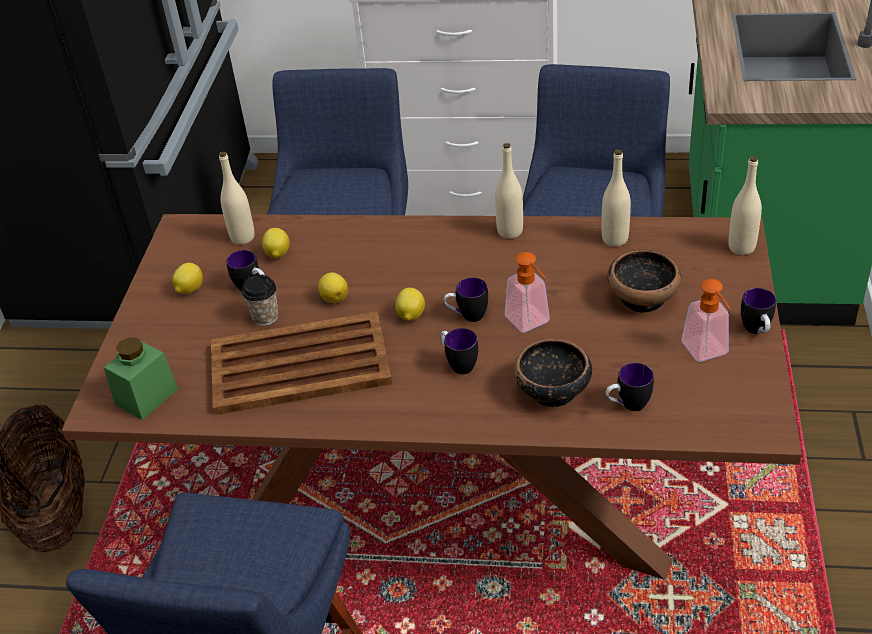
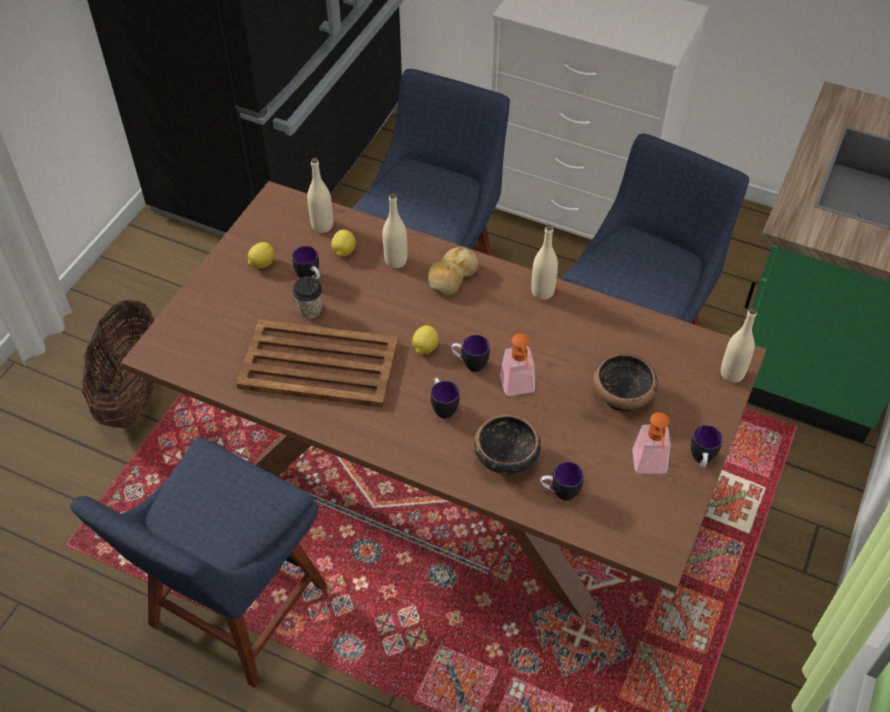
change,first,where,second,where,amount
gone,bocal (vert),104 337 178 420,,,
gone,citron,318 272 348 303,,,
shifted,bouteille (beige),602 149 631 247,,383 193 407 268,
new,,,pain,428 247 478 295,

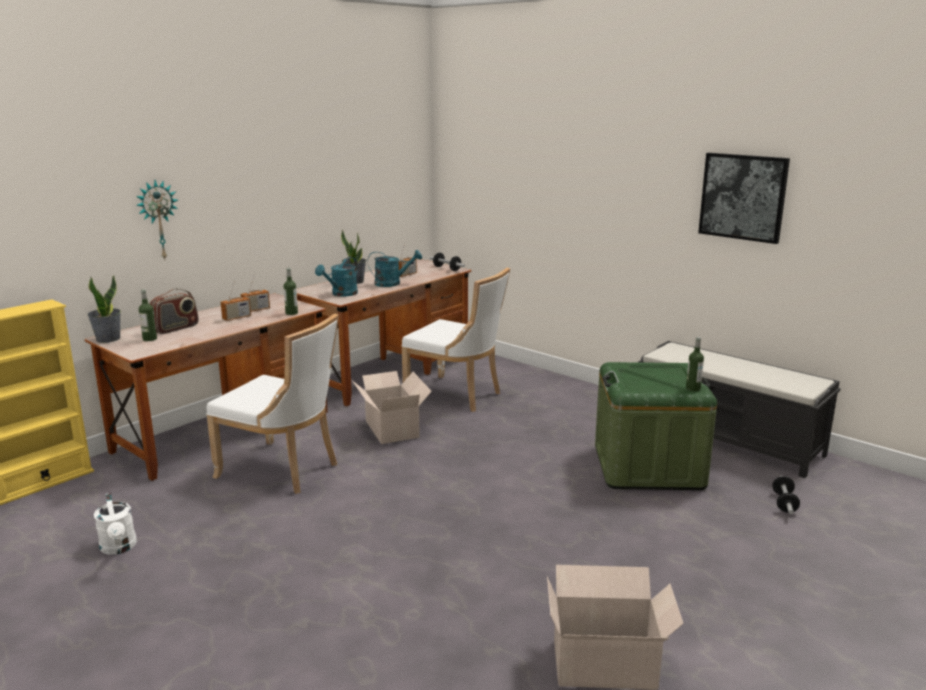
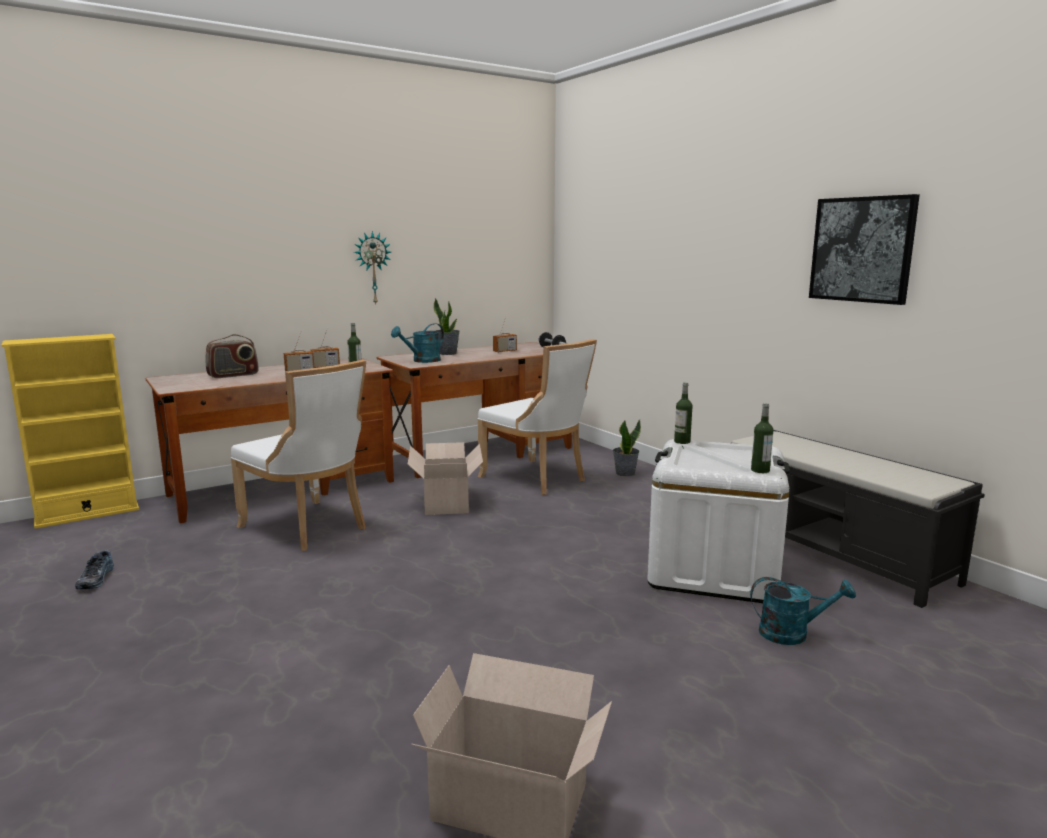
change,first,where,second,where,amount
shifted,plante en pot,87 275 121 343,,613 420 641 477,
swapped,arrosoir (blanc),94 493 137 555,chaussure,75 550 114 589,
shifted,horloge murale,136 180 178 259,,354 231 391 304,
shifted,bouteille,139 289 157 341,,674 382 692 444,
shifted,arrosoir (turquoise),367 250 422 287,,750 577 856 645,
repainted,boîte de rangement (vert),595 362 717 490,boîte de rangement (blanc),647 439 790 603,
gone,haltère,772 476 800 514,,,

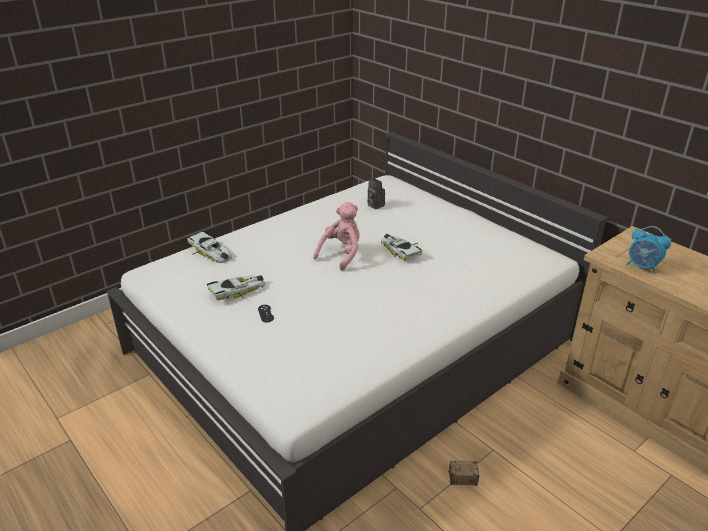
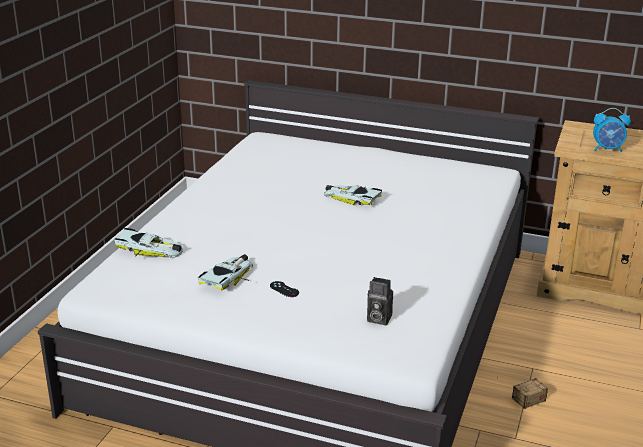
change,first,where,second,where,amount
gone,peluche (rose),313 202 360 271,,,
shifted,appareil photo,367 179 385 209,,367 277 393 325,

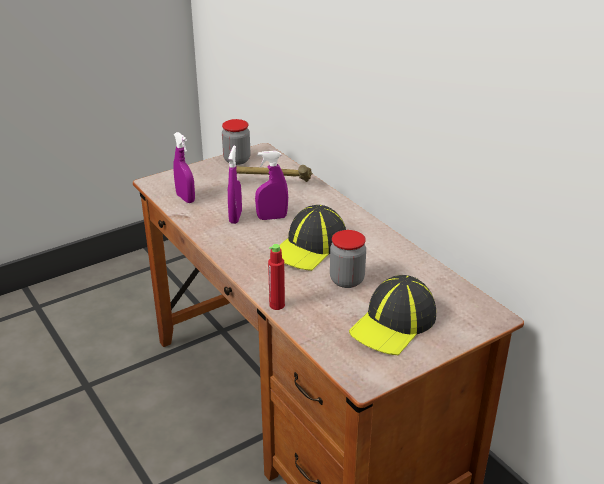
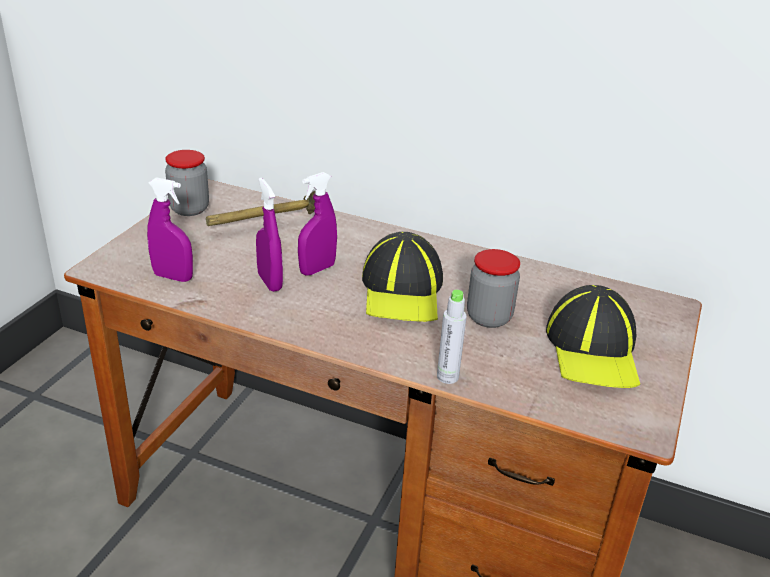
change,first,where,second,where,amount
repainted,bouteille (rouge),268 244 285 310,bouteille (gris),437 290 467 384,

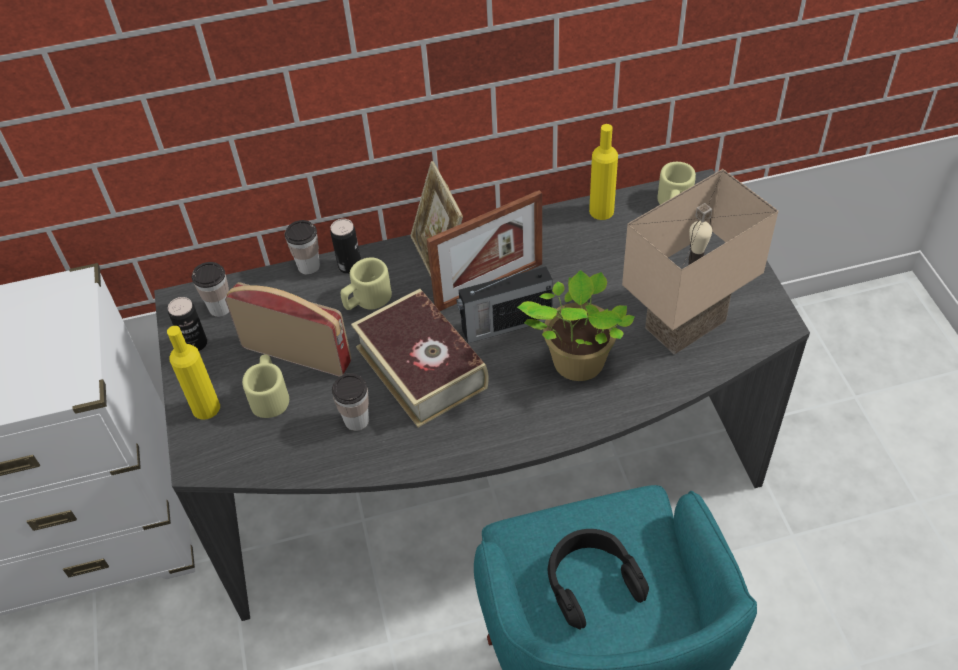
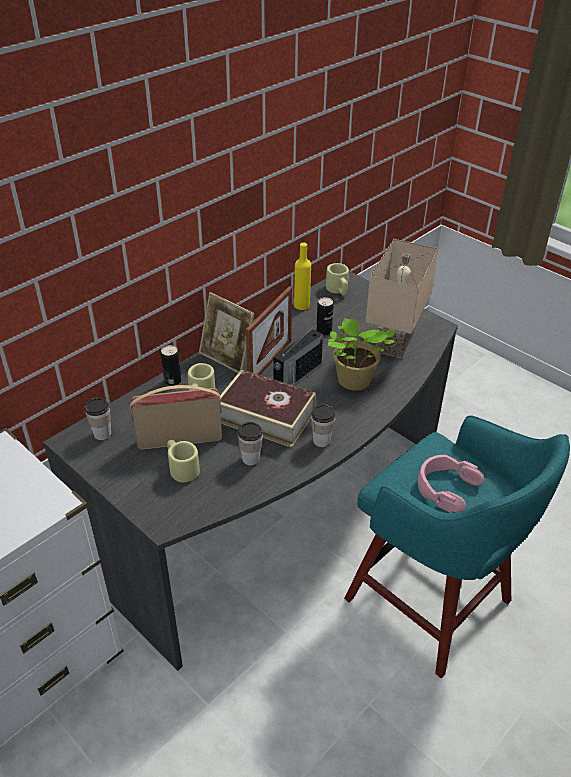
change,first,where,second,where,amount
gone,bouteille (jaune),167 326 220 420,,,
shifted,boîte métallique,168 297 207 351,,316 297 334 336,
shifted,tasse,284 220 320 275,,311 404 336 447,
repainted,casque audio (noir),548 529 649 630,casque audio (rose),418 455 485 513,

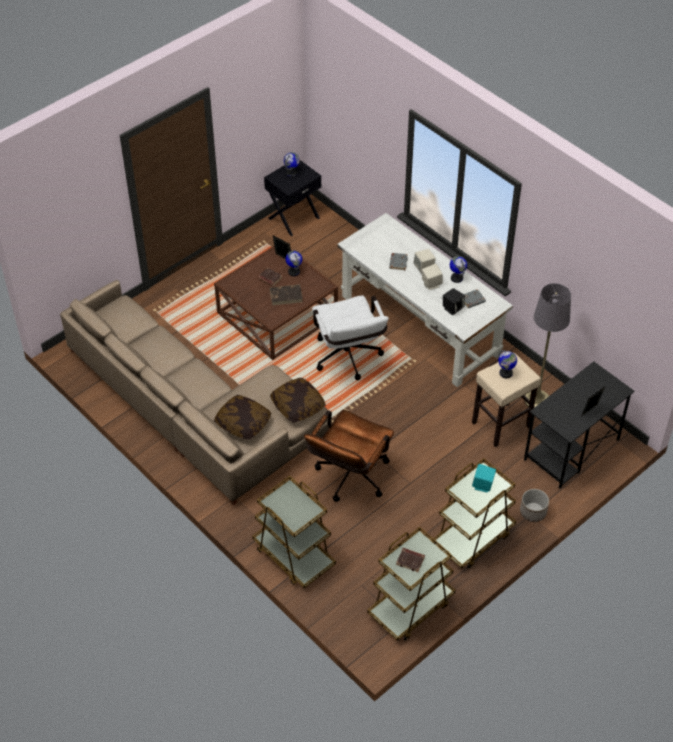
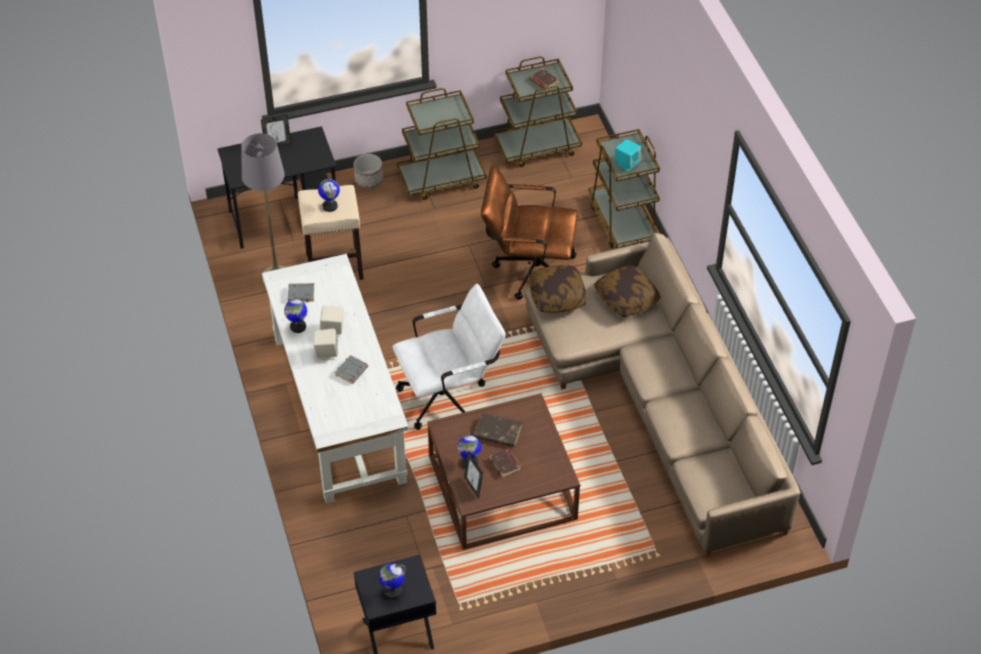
change,first,where,second,where,amount
rotated,chaise de bureau (marron),304 410 394 502,,481 166 578 300,135 degrees counterclockwise
rotated,chaise de bureau (blanc),312 296 389 380,,392 284 506 430,60 degrees clockwise
gone,enceinte (noir),443 288 465 315,,,
shifted,enceinte (turquoise),472 464 496 492,,615 139 641 171,

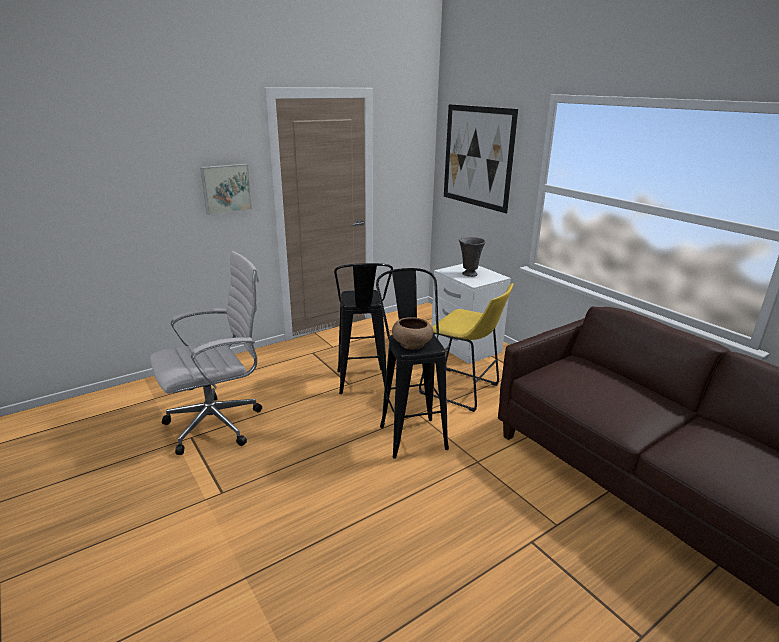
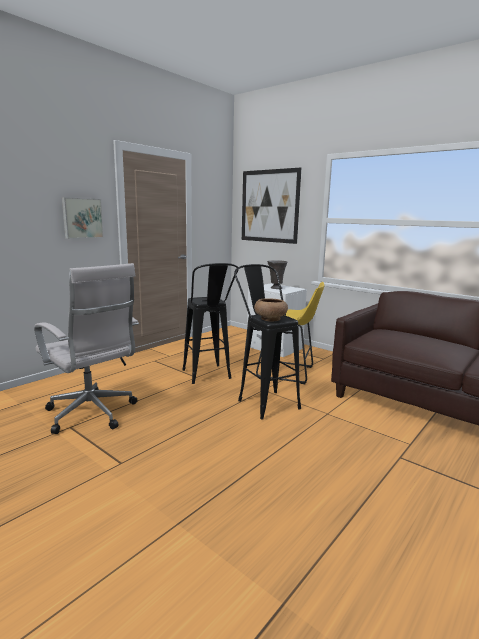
change,first,where,second,where,amount
rotated,chaise de bureau (blanc),150 251 262 455,,34 263 139 434,90 degrees clockwise

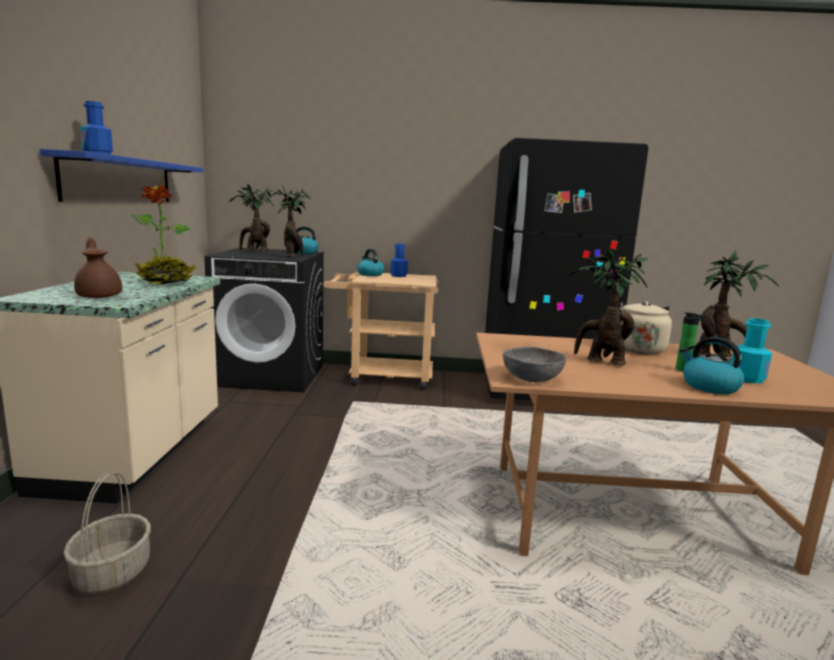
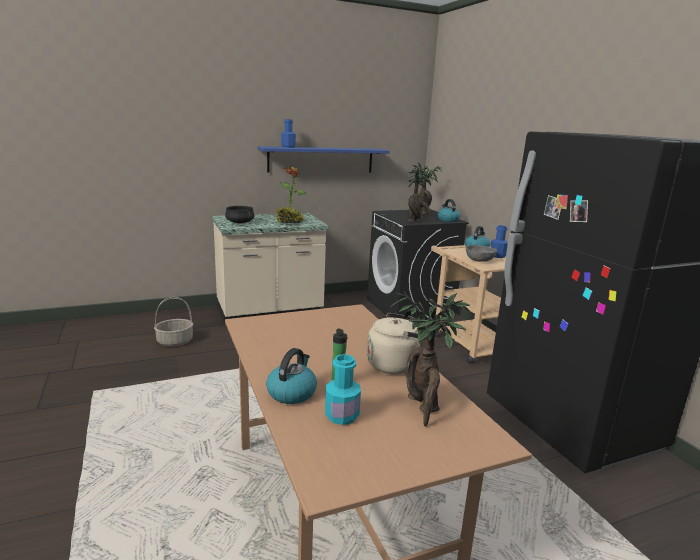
change,first,where,second,where,amount
swapped,théière (marron),74 238 122 298,marmite (noir),225 206 254 223,
shifted,bol (gris),503 347 566 382,,466 245 497 262,
gone,plante en pot,568 248 648 366,,,

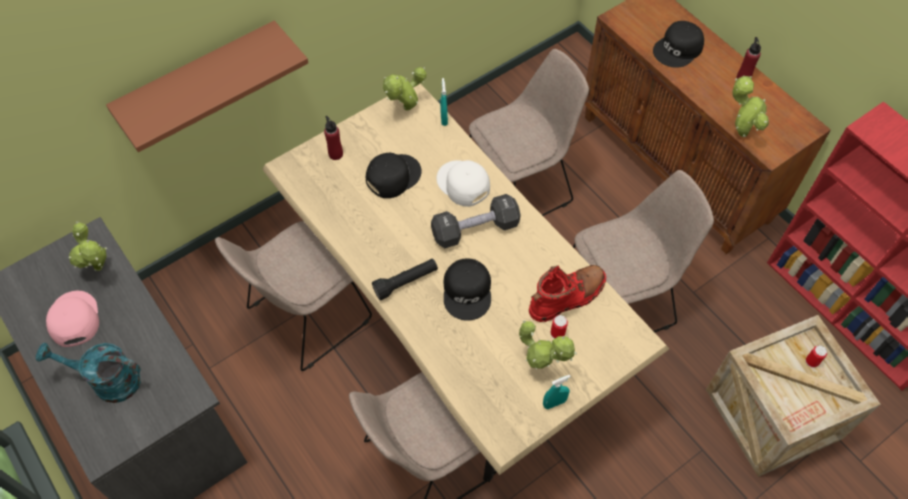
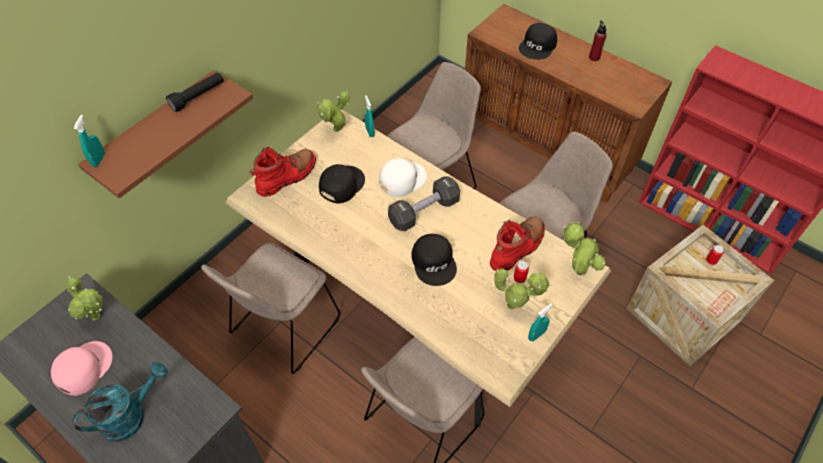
change,first,where,second,where,amount
rotated,arrosoir (turquoise),36 343 141 403,,72 362 168 442,150 degrees clockwise
rotated,casquette (rose),46 291 99 347,,51 341 113 396,60 degrees clockwise
swapped,bouteille (rouge),324 116 343 160,botte (rouge),249 147 316 197,
shifted,lampe de poche (noir),372 259 438 300,,166 72 224 112,
rotated,casquette (blanc),437 160 490 207,,379 158 427 197,105 degrees clockwise
shifted,plante en pot,732 76 769 137,,563 221 606 276,
new,,,vaporisateur (turquoise),74 115 105 167,

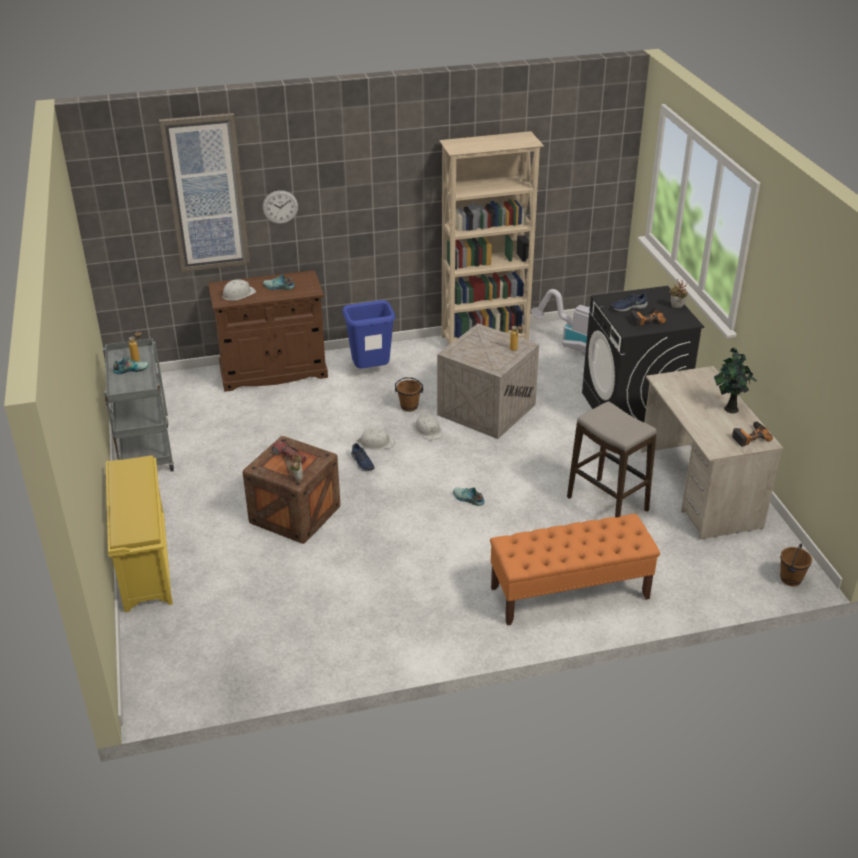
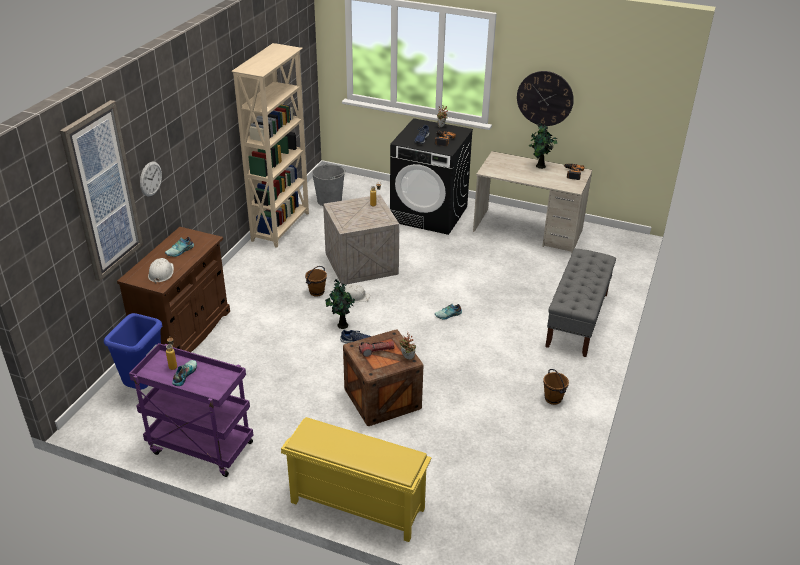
change,first,where,second,where,amount
repainted,chariot (gris),103 338 174 471,chariot (violet),129 343 253 477,
shifted,poubelle (bleu),342 300 396 368,,104 313 162 389,
swapped,casque de chantier (blanc),357 428 395 450,plante en pot,325 279 355 329,
repainted,banc (orange),490 514 660 625,banc (gris),545 249 616 357,
swapped,aspirateur,531 289 590 356,seau (gris),312 163 346 206,
gone,tabouret,567 401 657 517,,,
shifted,seau (marron),780 543 812 586,,543 369 569 405,
new,,,horloge murale,517 71 574 126,

